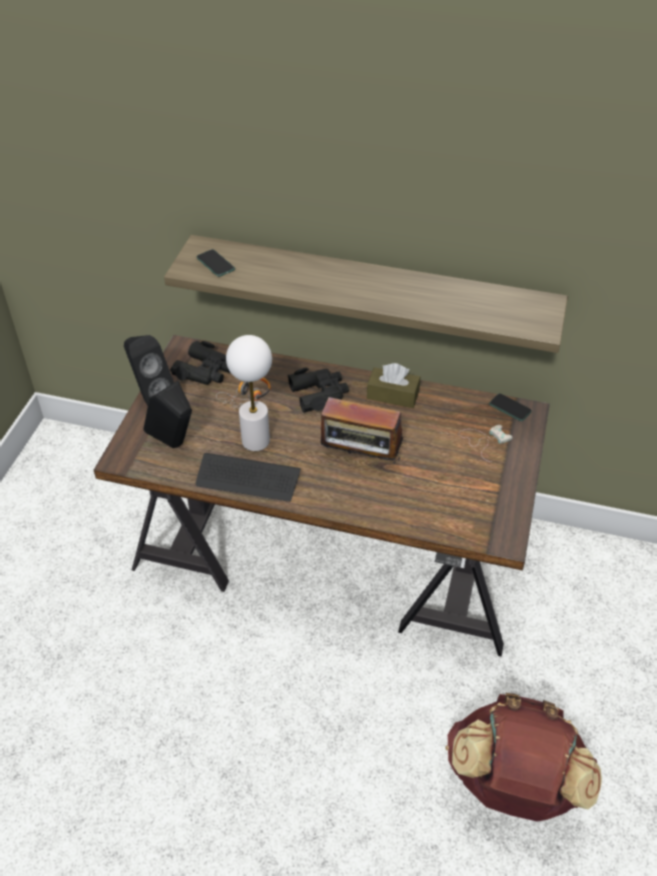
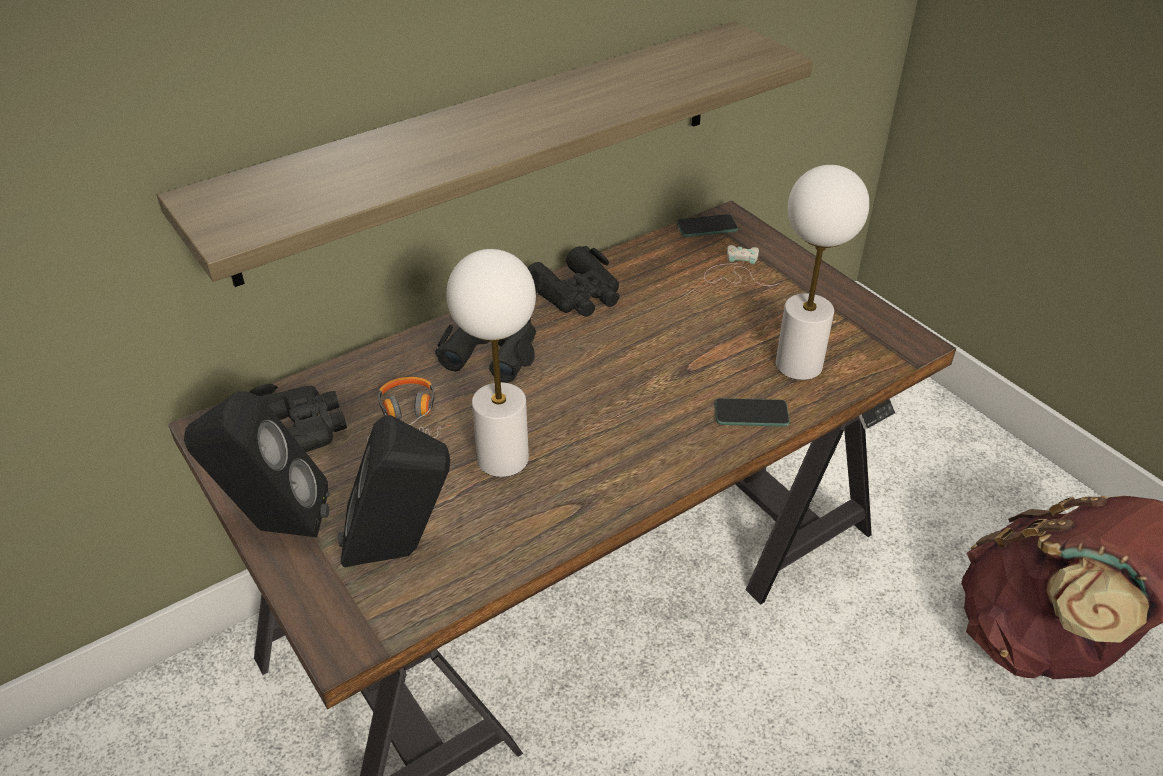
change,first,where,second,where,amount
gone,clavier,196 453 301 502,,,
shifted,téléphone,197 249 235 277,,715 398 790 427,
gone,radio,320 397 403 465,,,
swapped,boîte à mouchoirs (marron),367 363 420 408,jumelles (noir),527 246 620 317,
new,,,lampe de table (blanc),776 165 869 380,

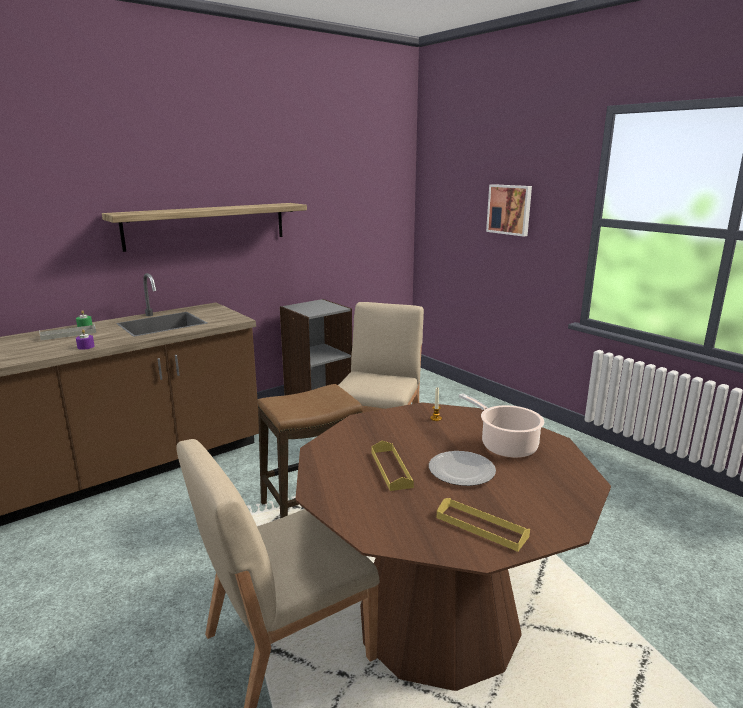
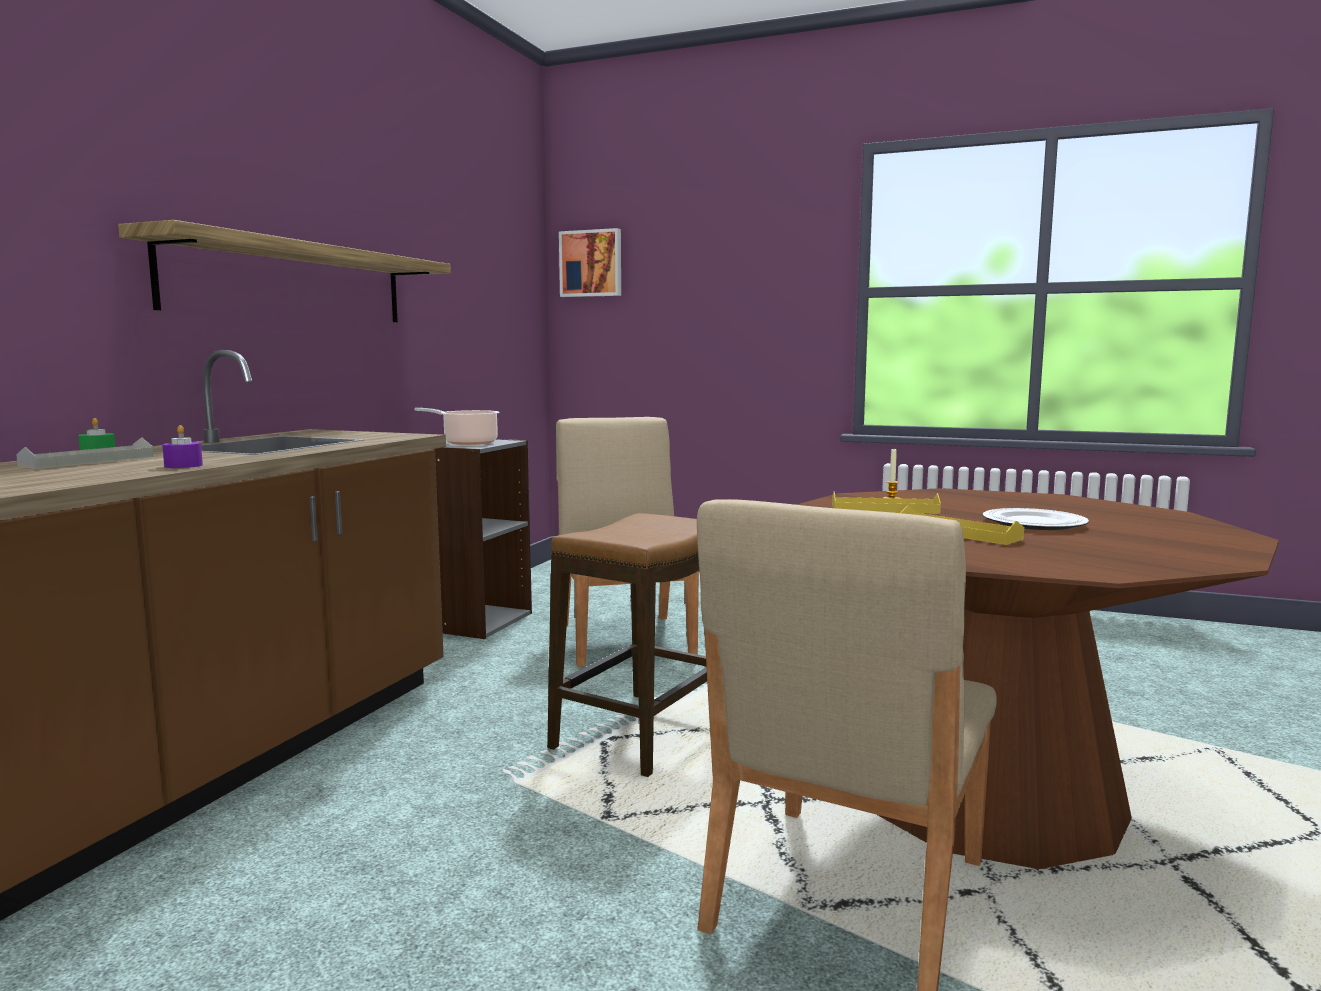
change,first,where,second,where,amount
shifted,plateau (jaune),437 498 530 552,,832 491 941 514,
shifted,marmite,459 393 544 458,,414 408 499 445,
shifted,tableau,486 184 532 237,,559 228 621 297,

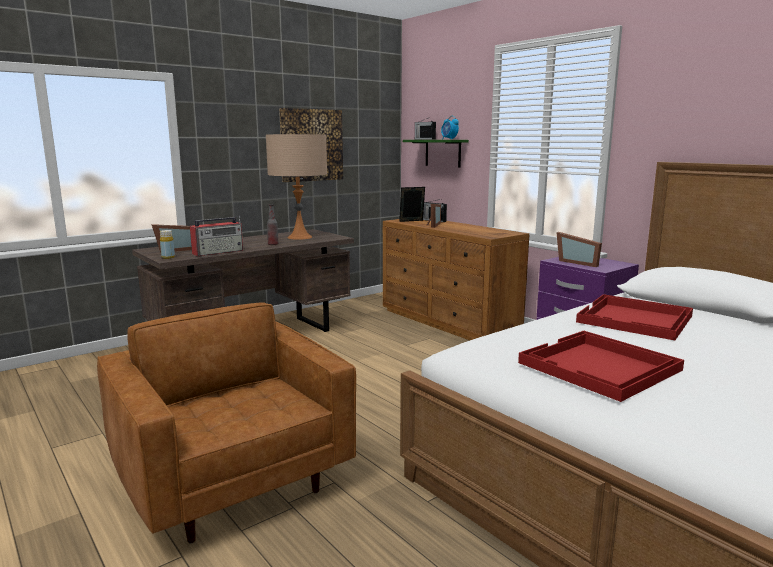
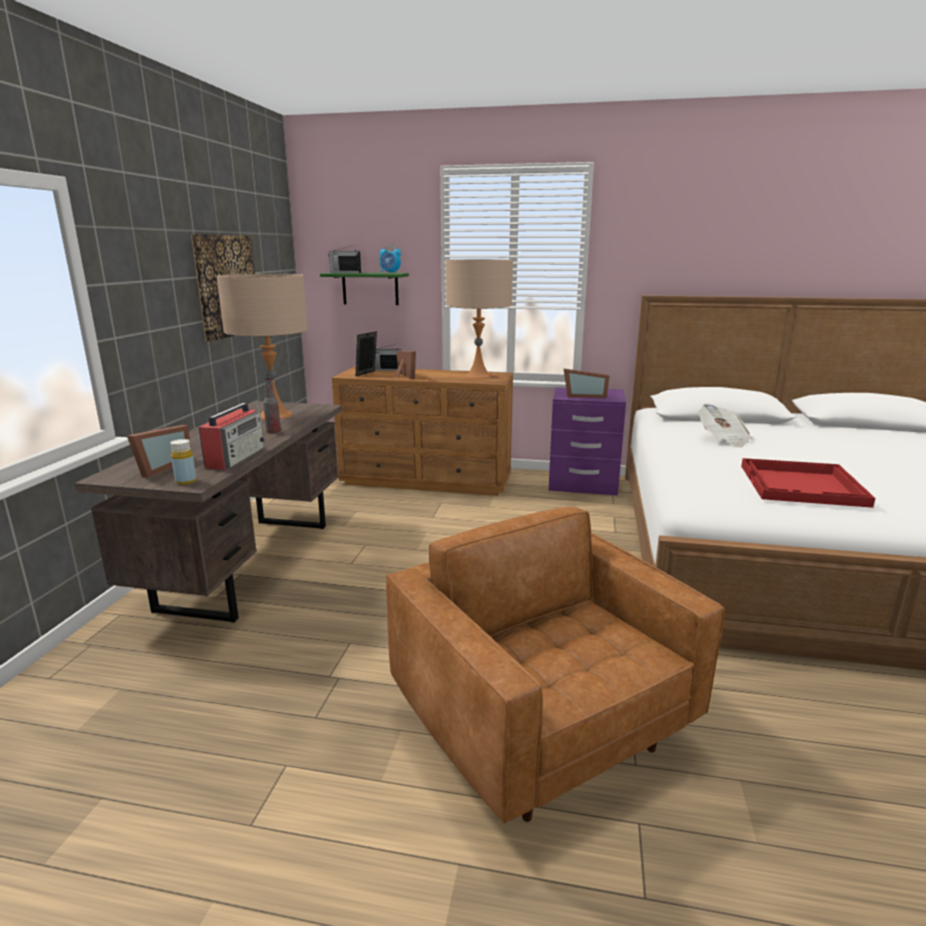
change,first,where,second,where,amount
rotated,fauteuil (marron),97 303 356 543,,386 507 725 824,45 degrees clockwise
swapped,plateau (rouge),576 294 693 340,journal,698 404 753 448,
new,,,lampe de table (beige),446 259 513 379,

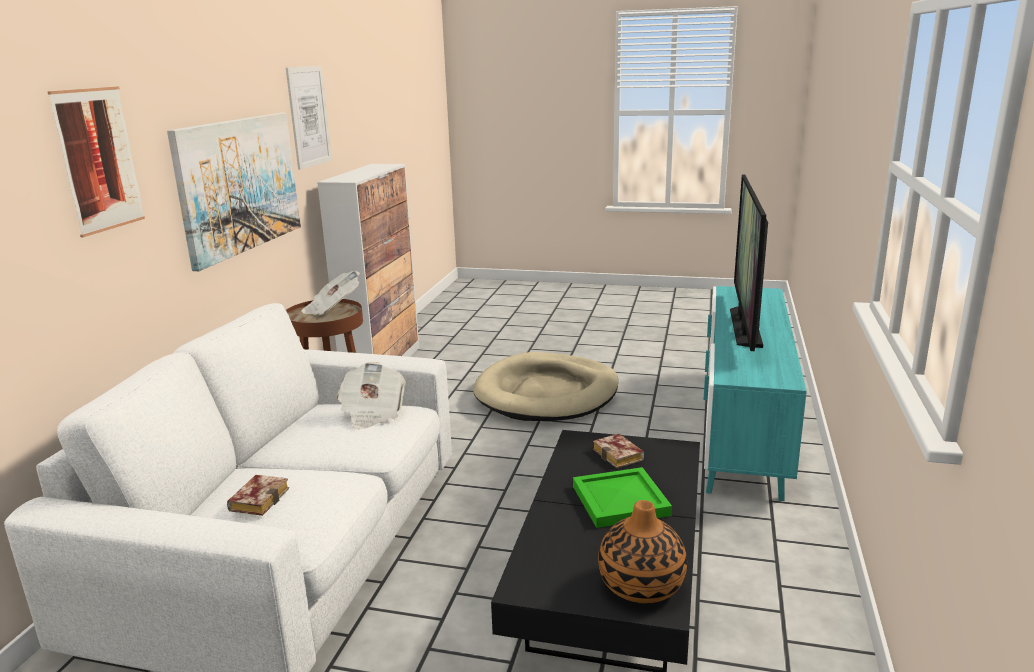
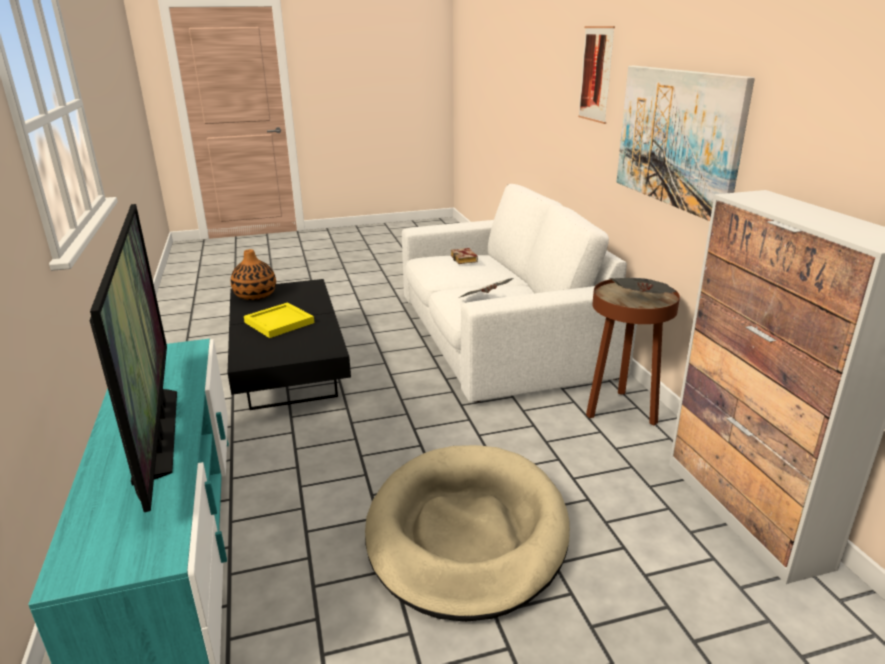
change,first,where,second,where,amount
gone,tableau,286 66 332 170,,,
repainted,plateau (vert),573 467 672 528,plateau (jaune),244 302 314 338,
gone,livre,593 434 644 468,,,

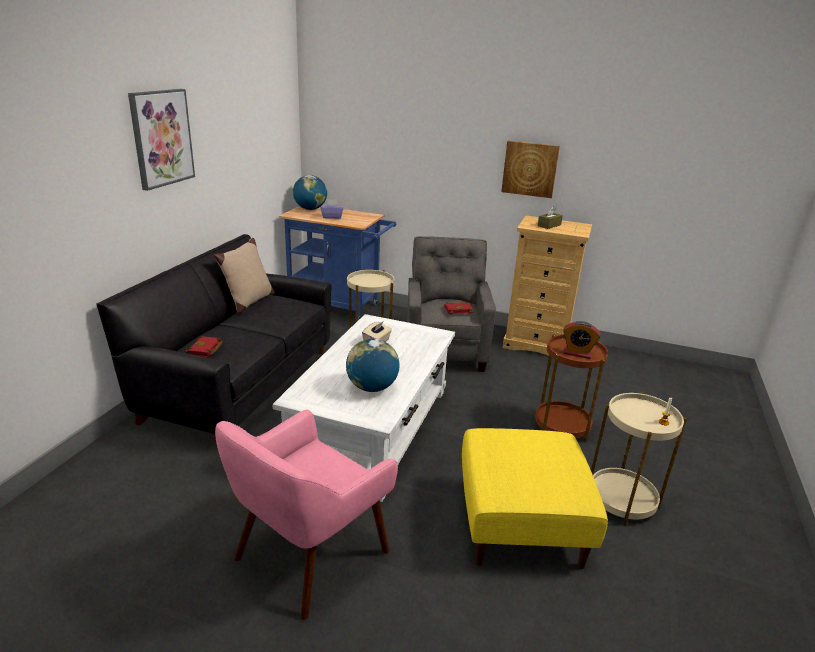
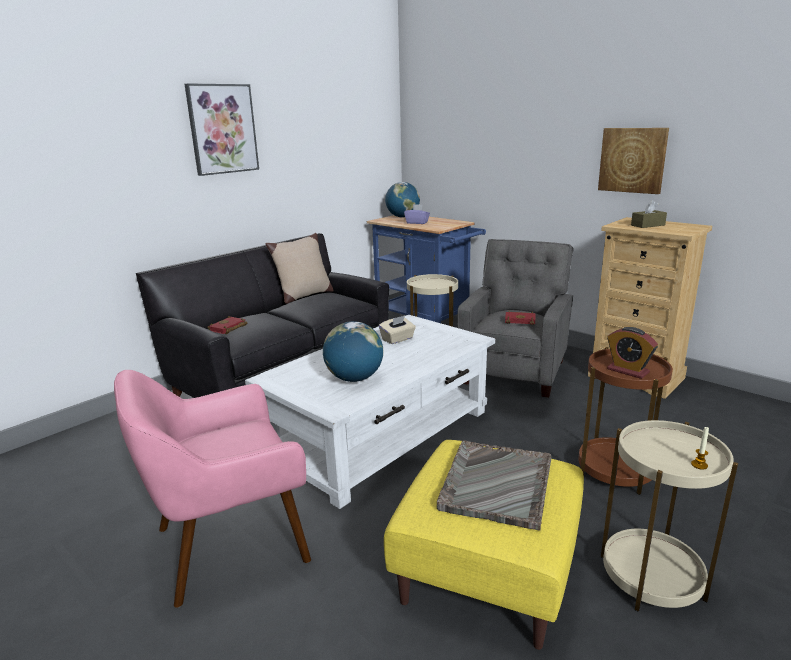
change,first,where,second,where,amount
new,,,plateau (gris),437 440 551 531,

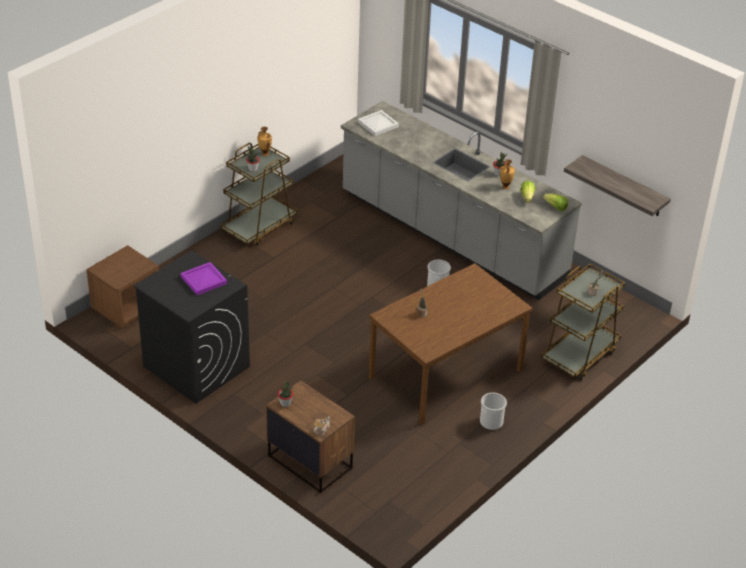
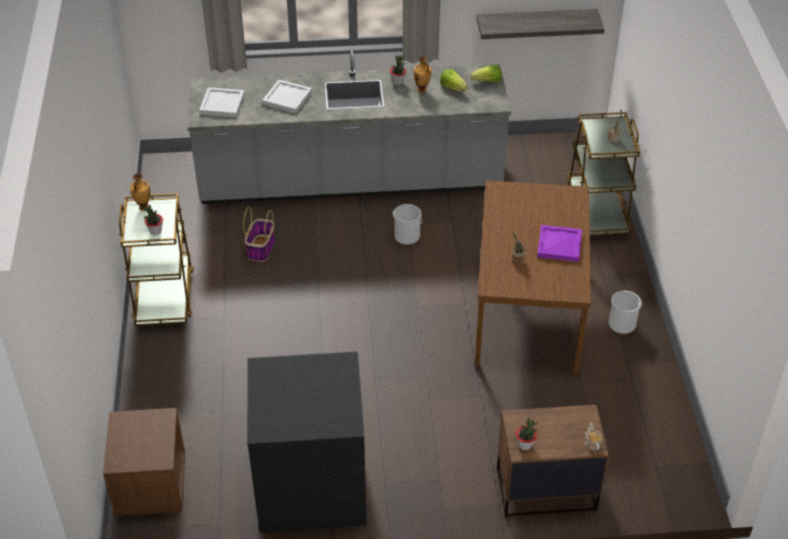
change,first,where,second,where,amount
shifted,plateau (violet),180 262 227 295,,537 225 582 262,
new,,,panier,243 206 275 262,
new,,,plateau (blanc),262 80 312 113,

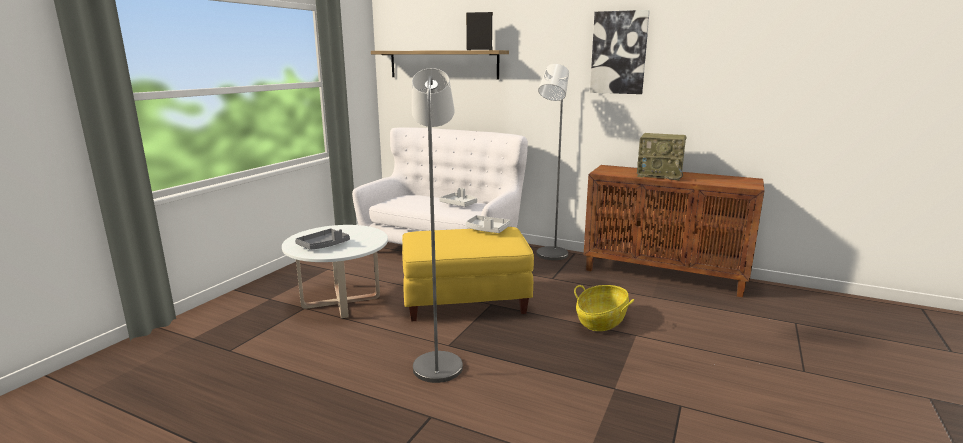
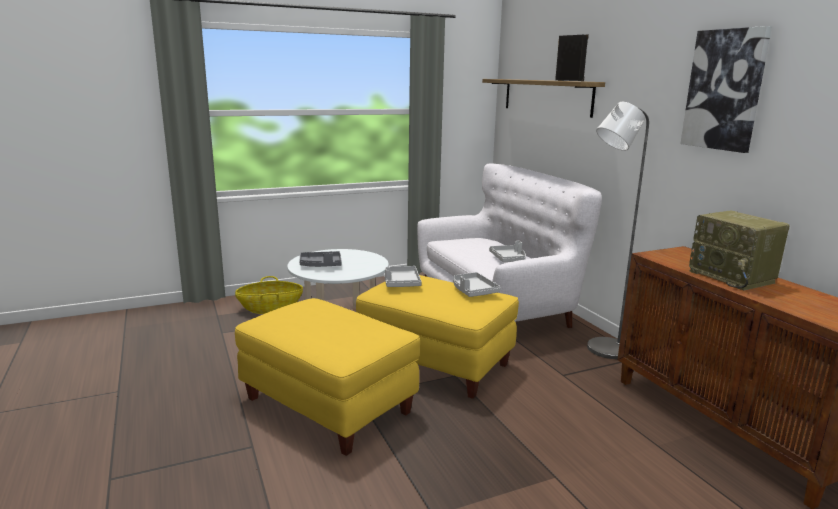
change,first,where,second,where,amount
swapped,lampadaire (gris),412 68 463 383,pouf (jaune),235 298 420 456,
shifted,panier,574 285 634 331,,235 276 303 314,
new,,,plateau (gris),385 266 422 287,

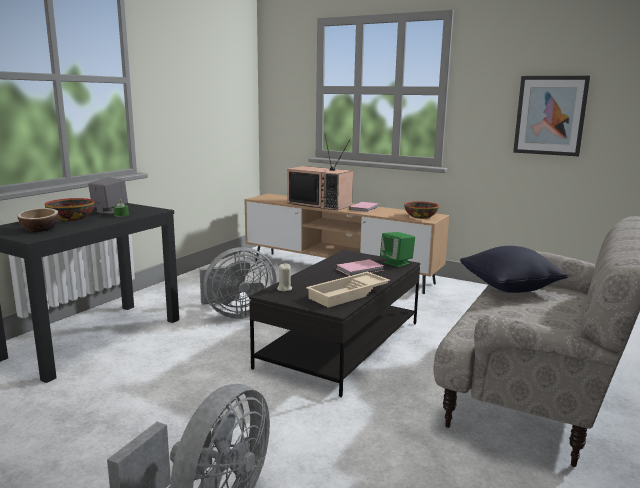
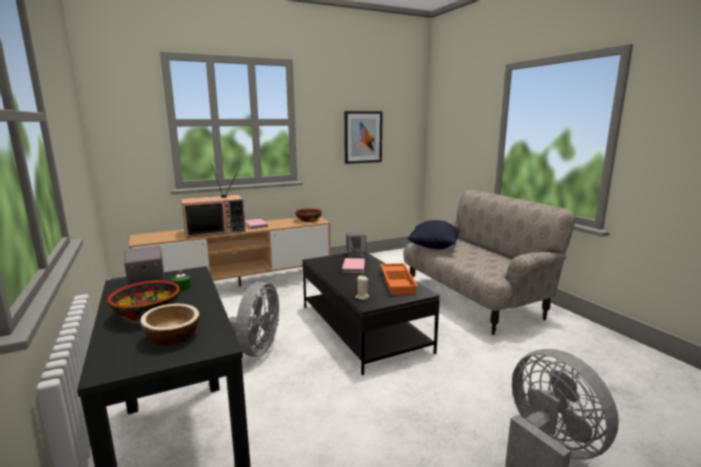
change,first,where,second,where,amount
repainted,plateau (beige),306 272 390 308,plateau (orange),380 263 418 295,
repainted,enceinte (vert),380 232 415 267,enceinte (gris),346 232 366 258,

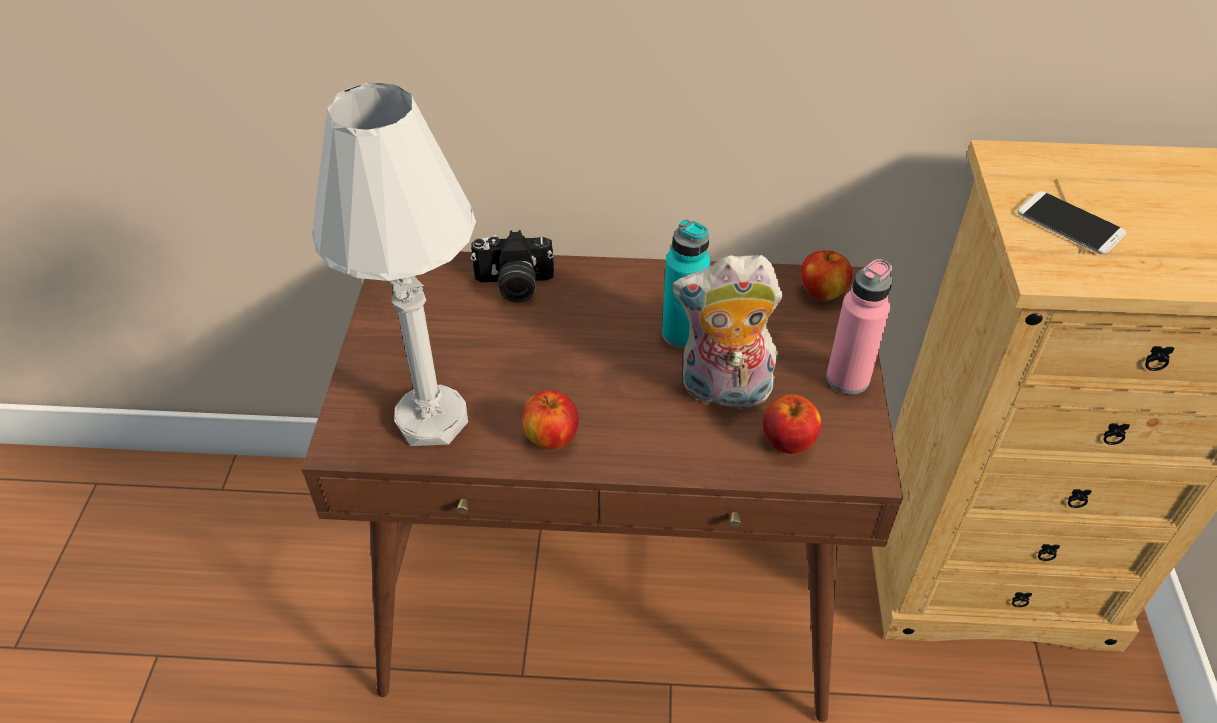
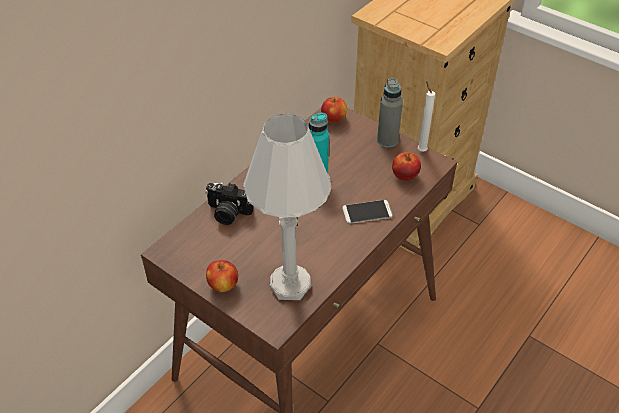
change,first,where,second,where,amount
rotated,appareil photo,470 230 554 302,,205 183 253 225,75 degrees clockwise
shifted,pomme,522 390 579 449,,206 260 238 292,
gone,peluche,672 255 783 415,,,
repainted,bouteille (rose),826 259 892 394,bouteille (gris),377 78 403 148,
shifted,téléphone,1017 191 1126 255,,342 200 393 224,
new,,,bougie (blanc),418 81 435 151,

